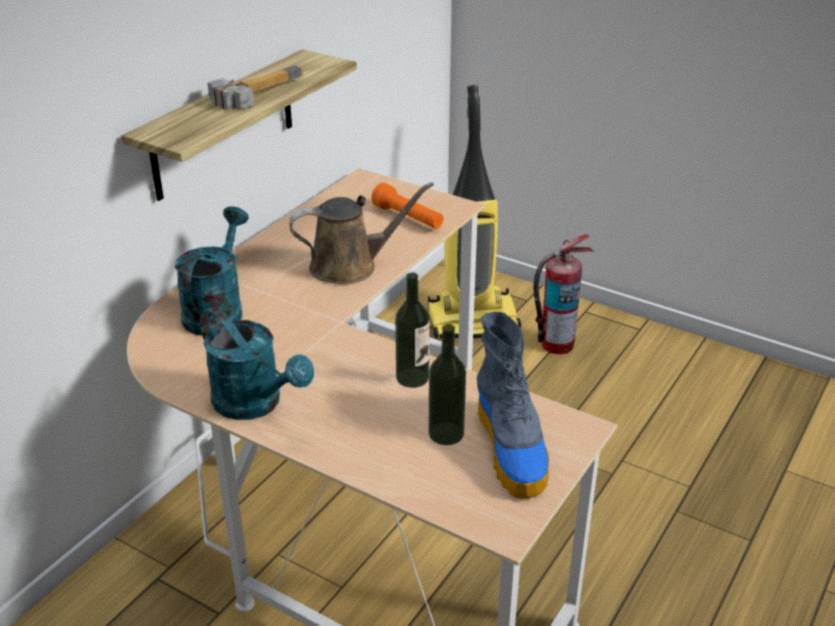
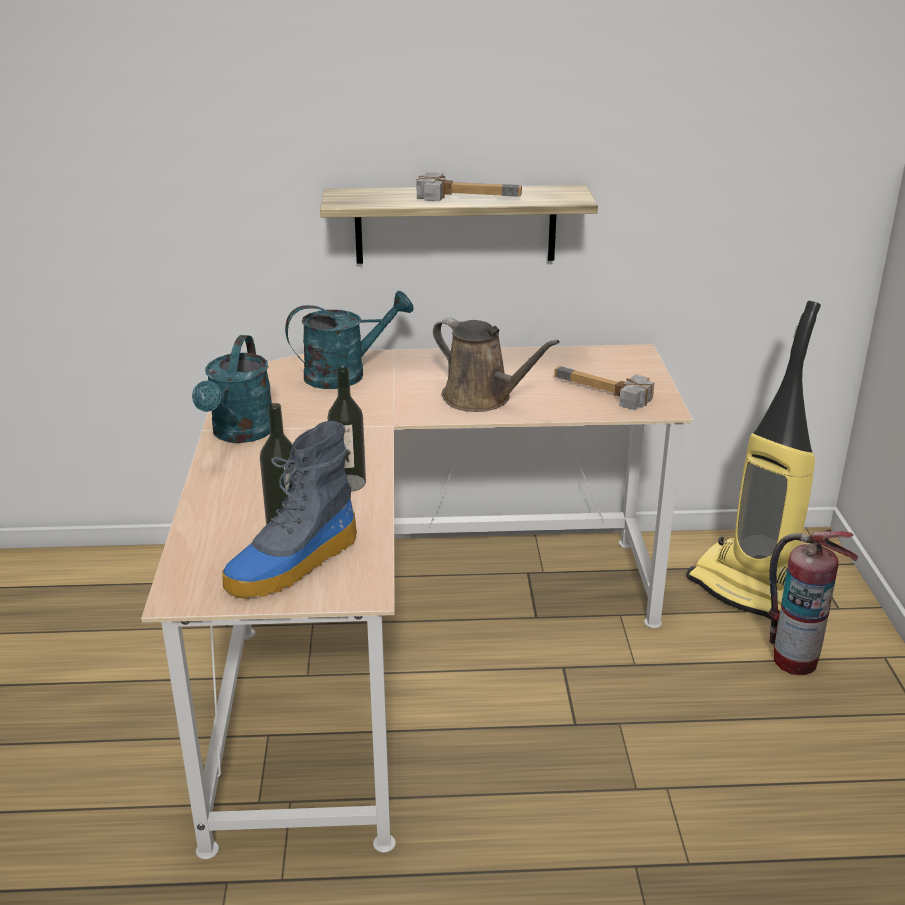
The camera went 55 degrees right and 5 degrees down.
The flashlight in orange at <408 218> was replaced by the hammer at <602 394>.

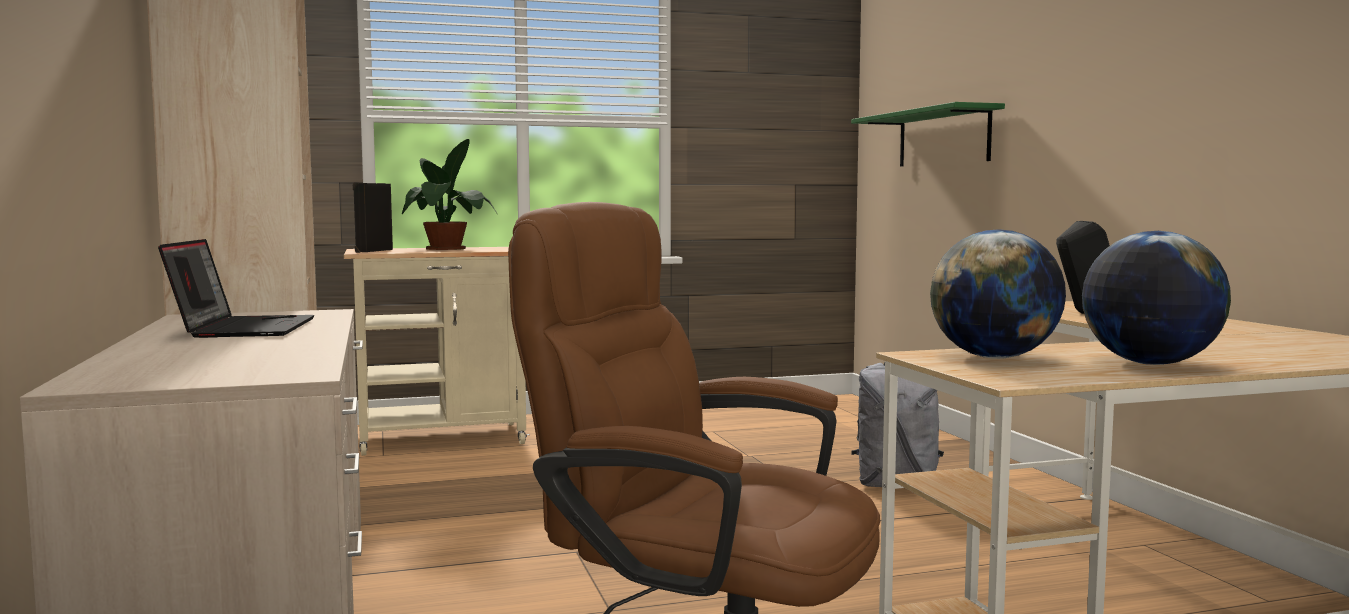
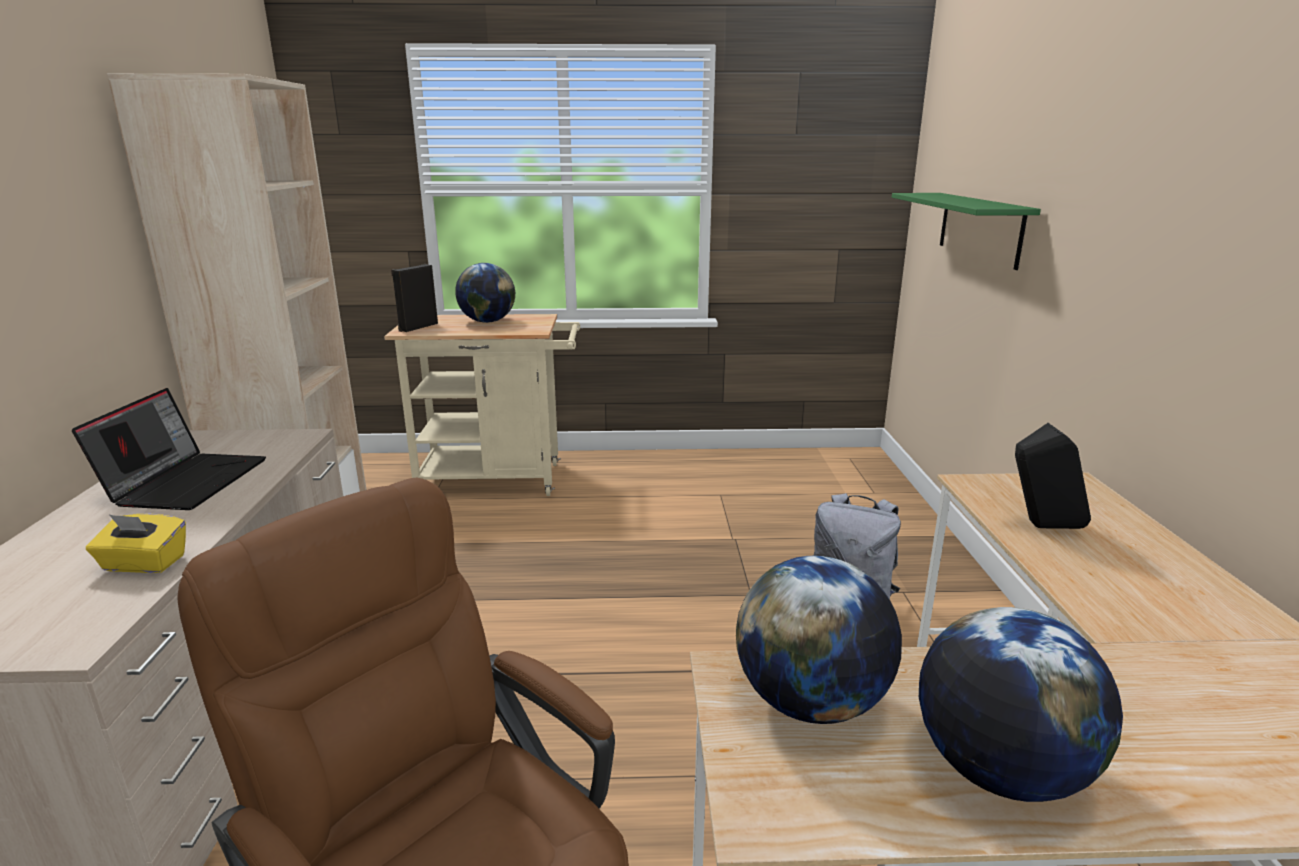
The camera went 15 degrees right and 15 degrees up.
The potted plant at <447 249> was replaced by the globe at <487 321>.
The tissue box in yellow at <144 564> appeared.

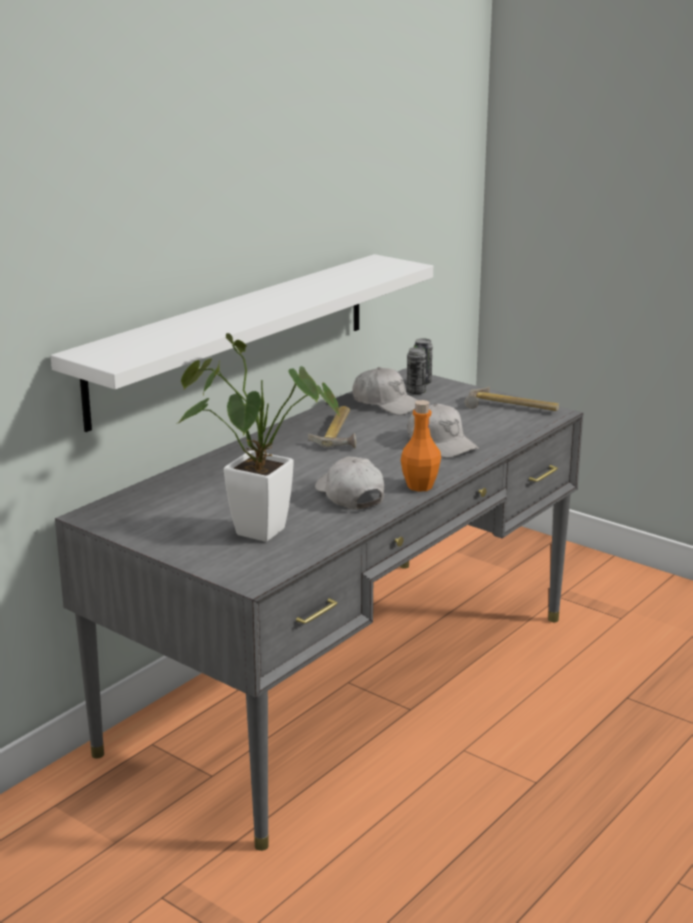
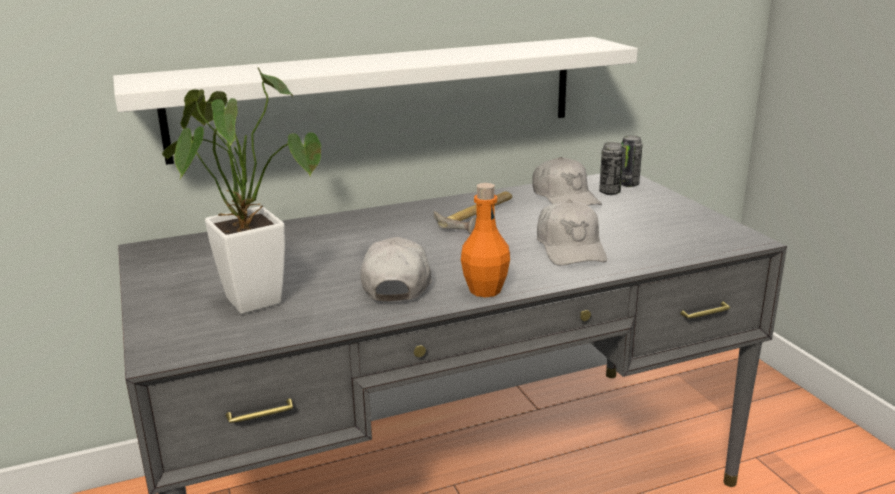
The camera went 30 degrees right and 0 degrees up.
The hammer at <511 407> disappeared.

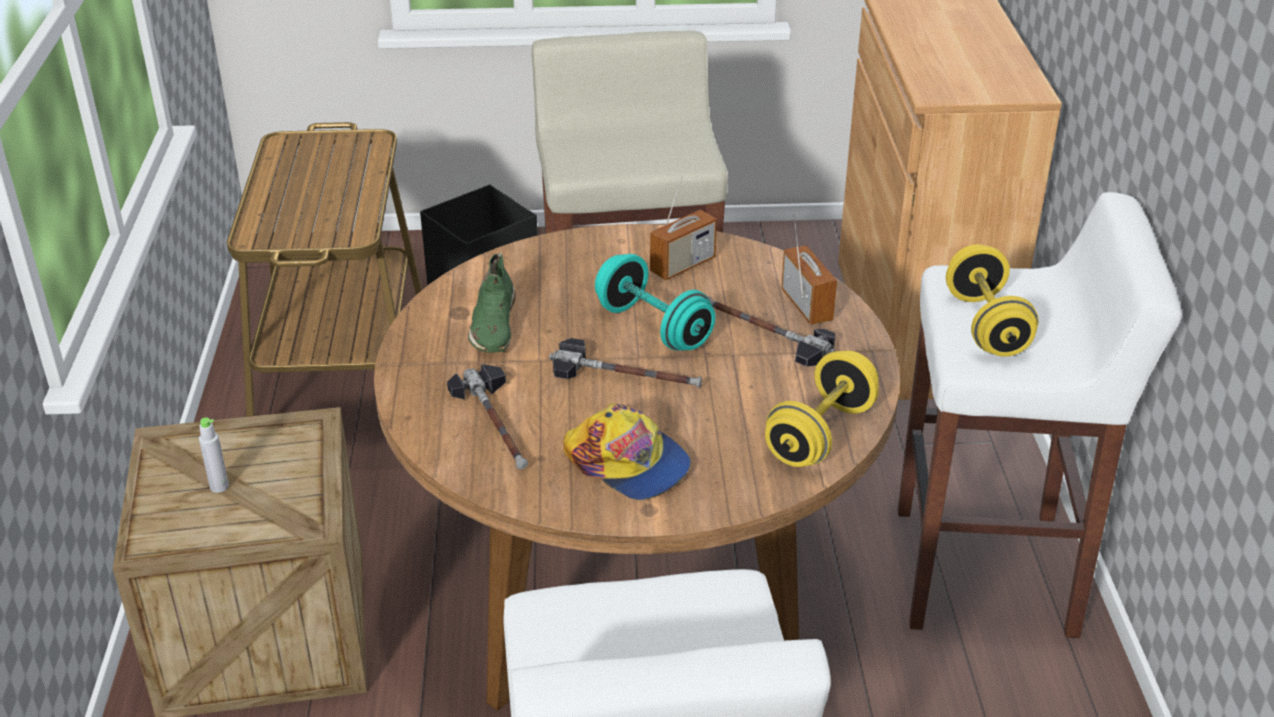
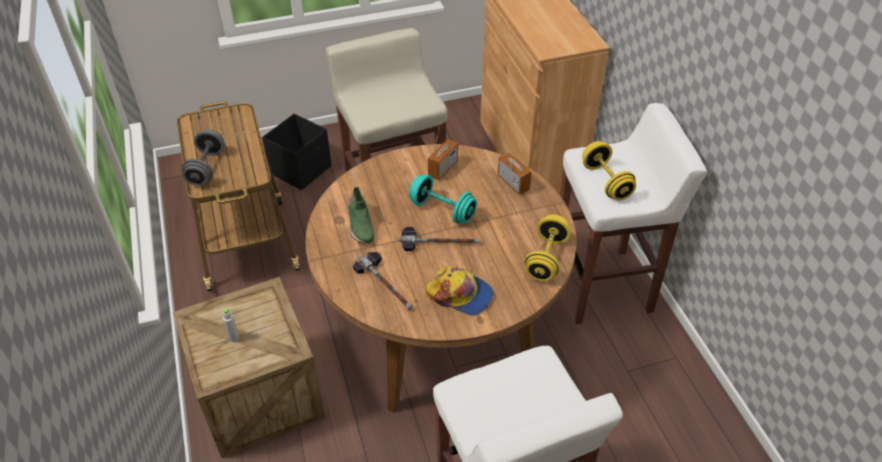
The camera went 15 degrees left and 10 degrees up.
The hammer at <766 334> disappeared.
The dumbbell in grey at <206 168> appeared.

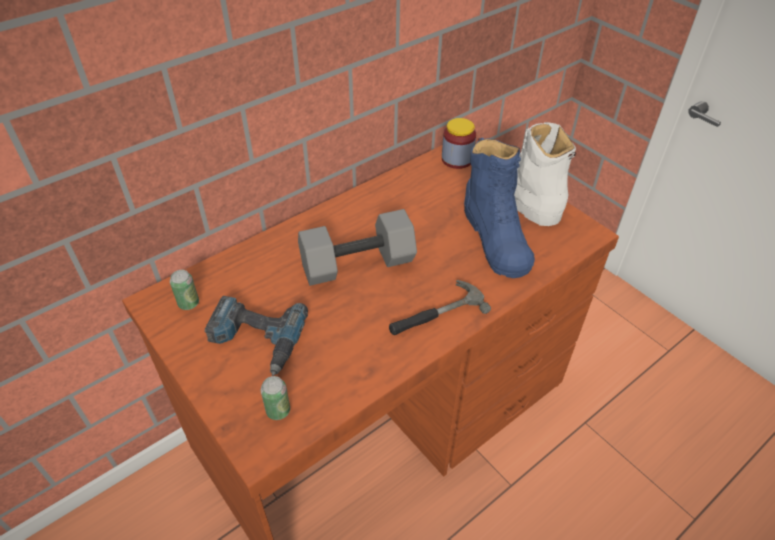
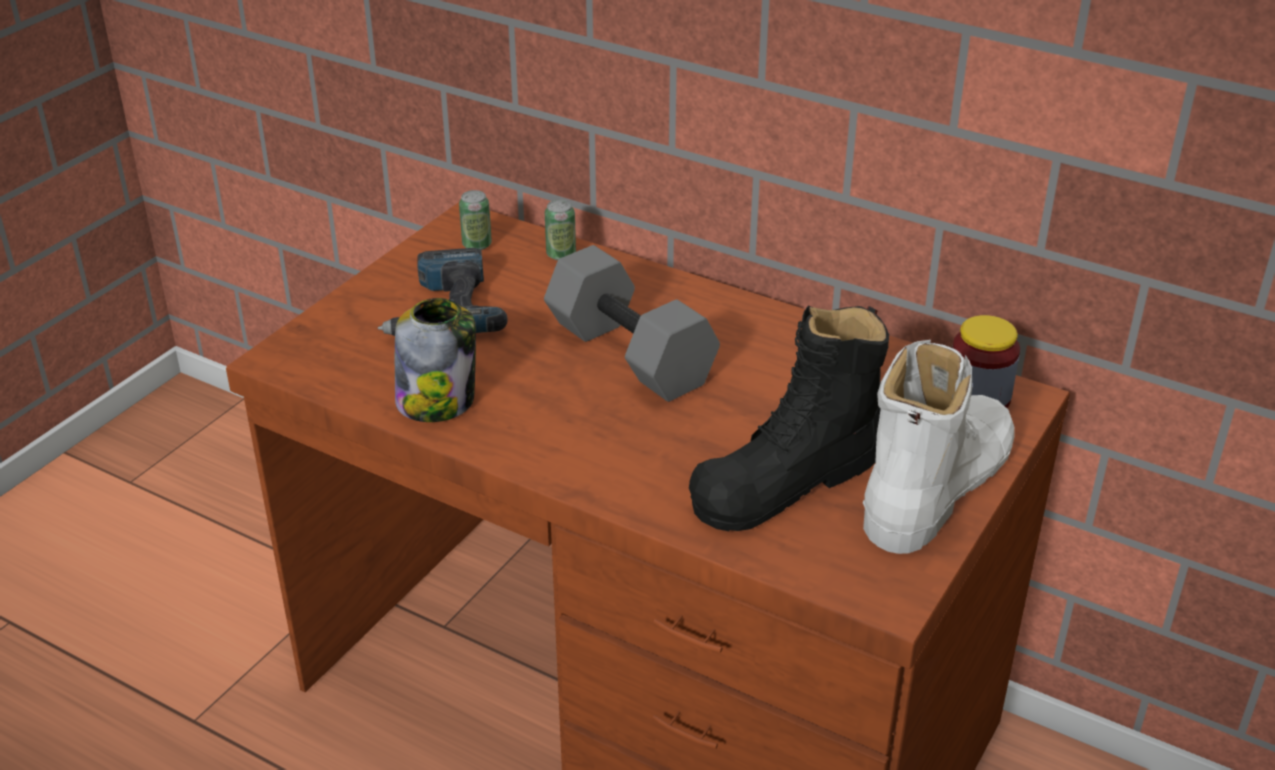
The camera went 70 degrees right and 10 degrees down.
The can moved from <278 410> to <561 254>.
The hammer at <435 313> disappeared.
The boot in blue at <495 238> became the boot in black at <788 480>.
The jar at <437 401> appeared.

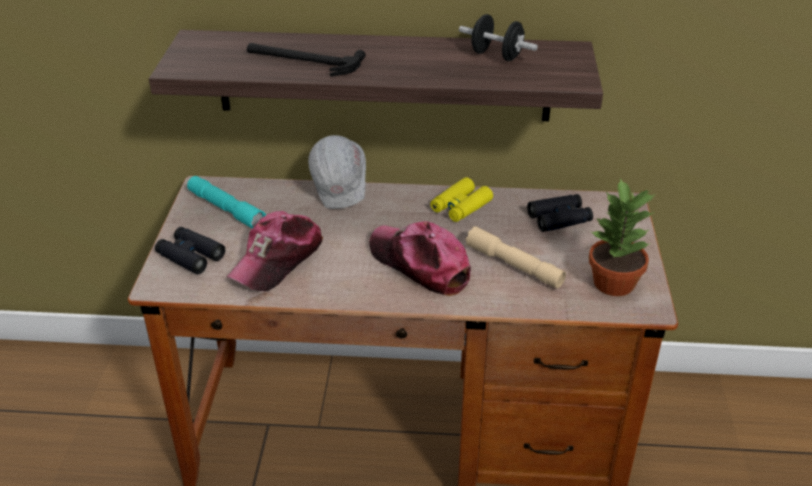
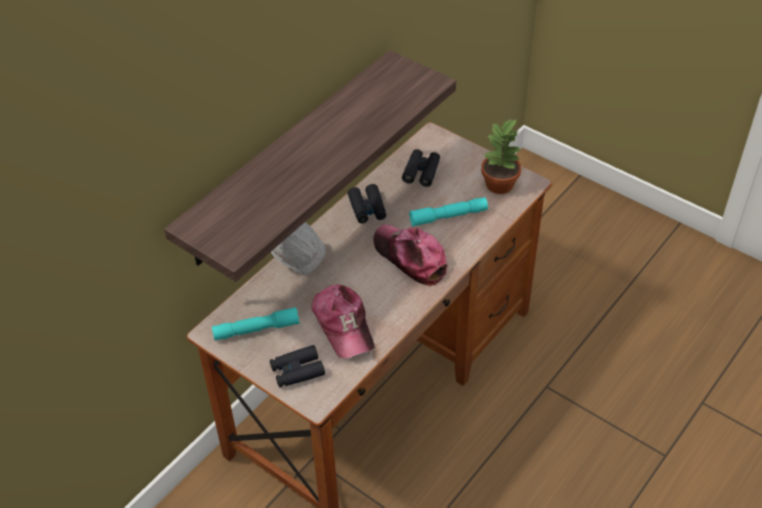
The camera went 55 degrees left and 10 degrees up.
The hammer at <302 60> disappeared.
The cap at <420 264> turned 60 degrees clockwise.
The binoculars in yellow at <460 206> became the binoculars in black at <367 208>.
The dumbbell in black at <496 56> disappeared.
The flashlight in beige at <514 265> became the flashlight in turquoise at <448 216>.

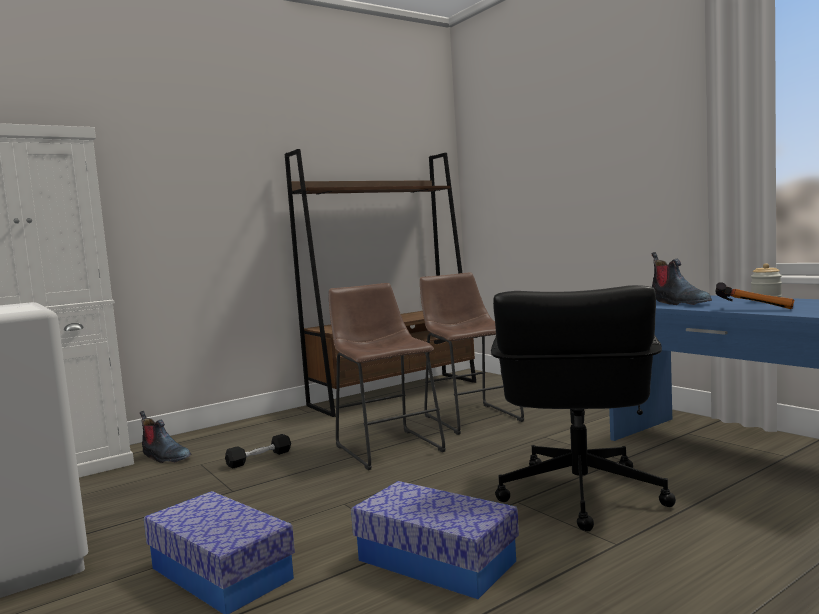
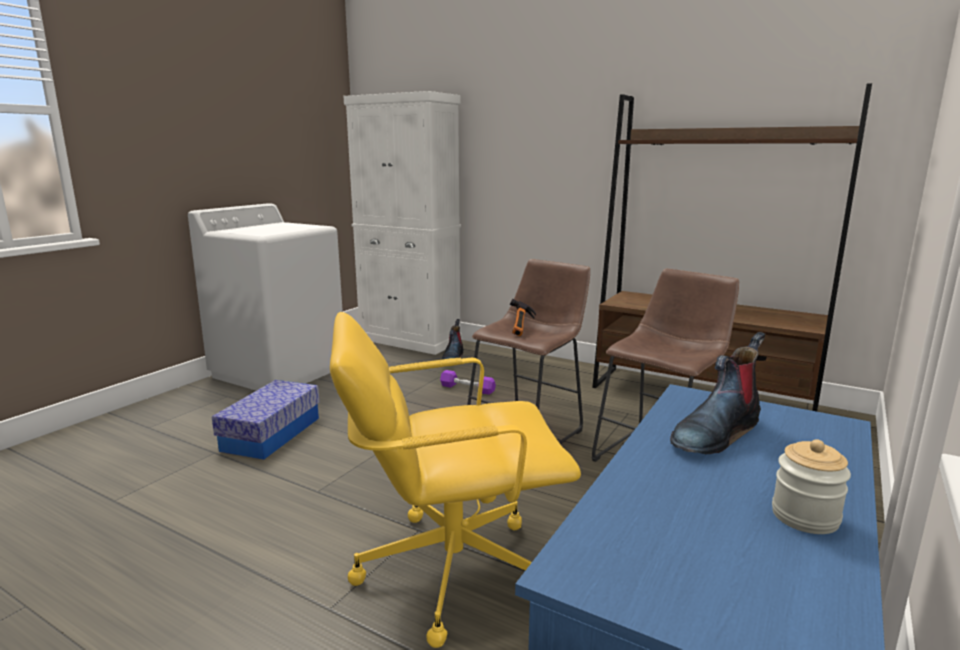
The camera went 65 degrees right and 10 degrees up.
The dumbbell in black at <259 458> became the dumbbell in purple at <467 389>.
The storage box at <435 561> disappeared.
The office chair in black at <579 495> became the office chair in yellow at <450 569>.
The hammer moved from <753 308> to <523 328>.

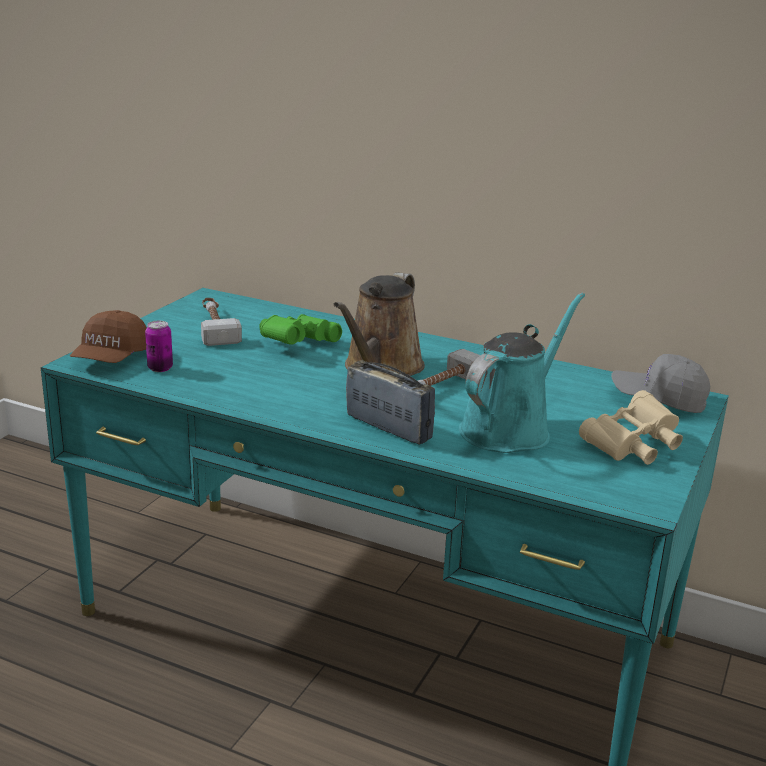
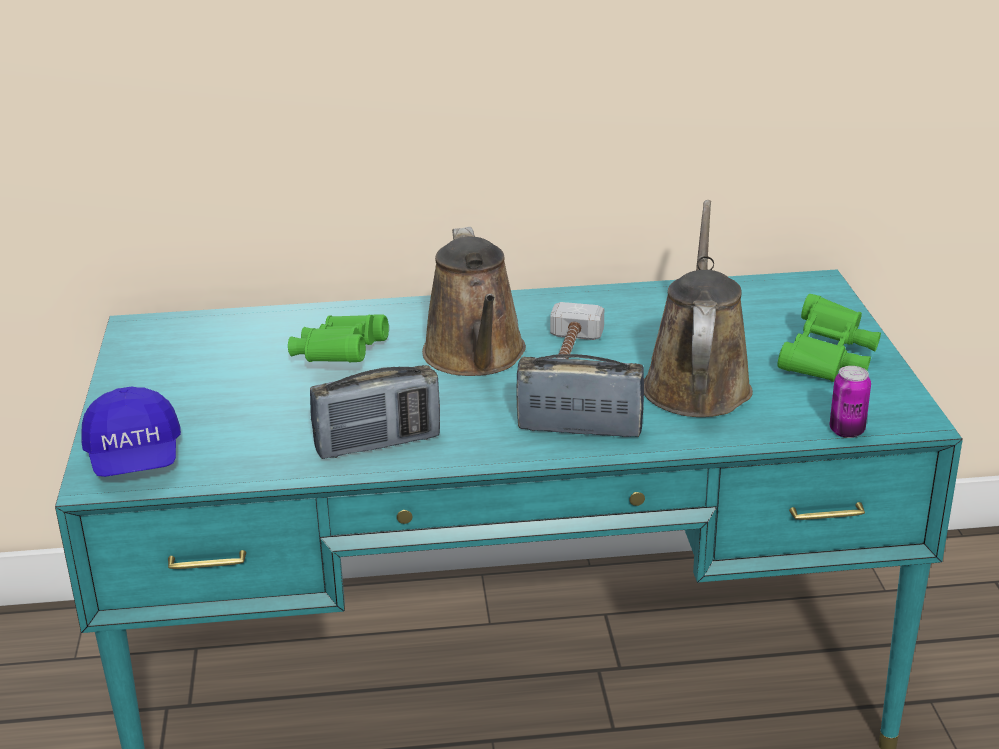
The camera went 30 degrees left and 5 degrees up.
The cap in brown at <111 358> became the cap in blue at <135 459>.
The can moved from <160 368> to <846 431>.
The hammer at <215 326> disappeared.
The watering can in turquoise at <510 429> became the watering can in brown at <697 383>.
The binoculars in beige at <633 447> became the binoculars in green at <827 361>.
The cap in grey at <658 400> disappeared.
The radio at <378 444> appeared.

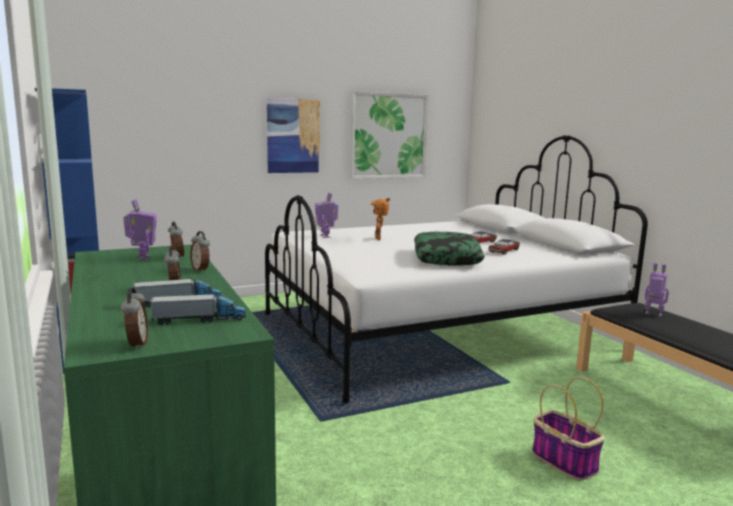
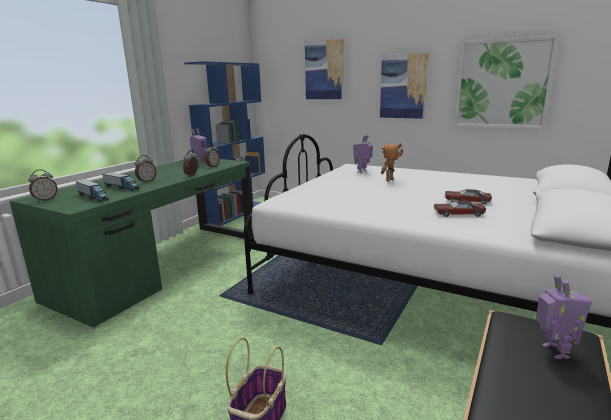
The camera went 55 degrees right and 5 degrees up.
The pillow at <446 258> disappeared.
The picture at <324 70> appeared.

